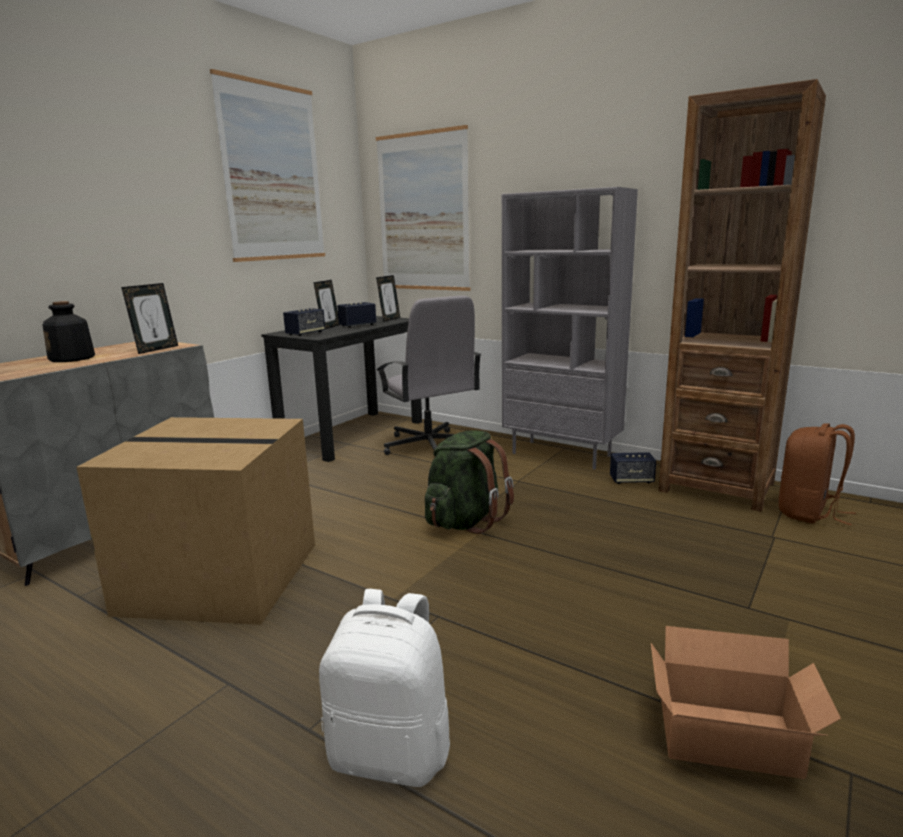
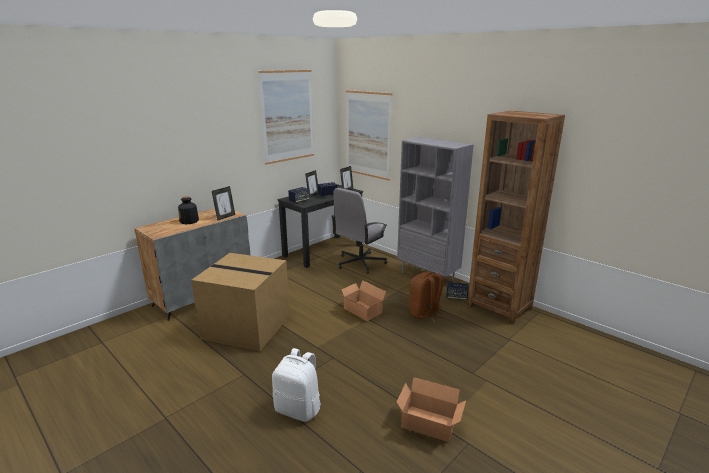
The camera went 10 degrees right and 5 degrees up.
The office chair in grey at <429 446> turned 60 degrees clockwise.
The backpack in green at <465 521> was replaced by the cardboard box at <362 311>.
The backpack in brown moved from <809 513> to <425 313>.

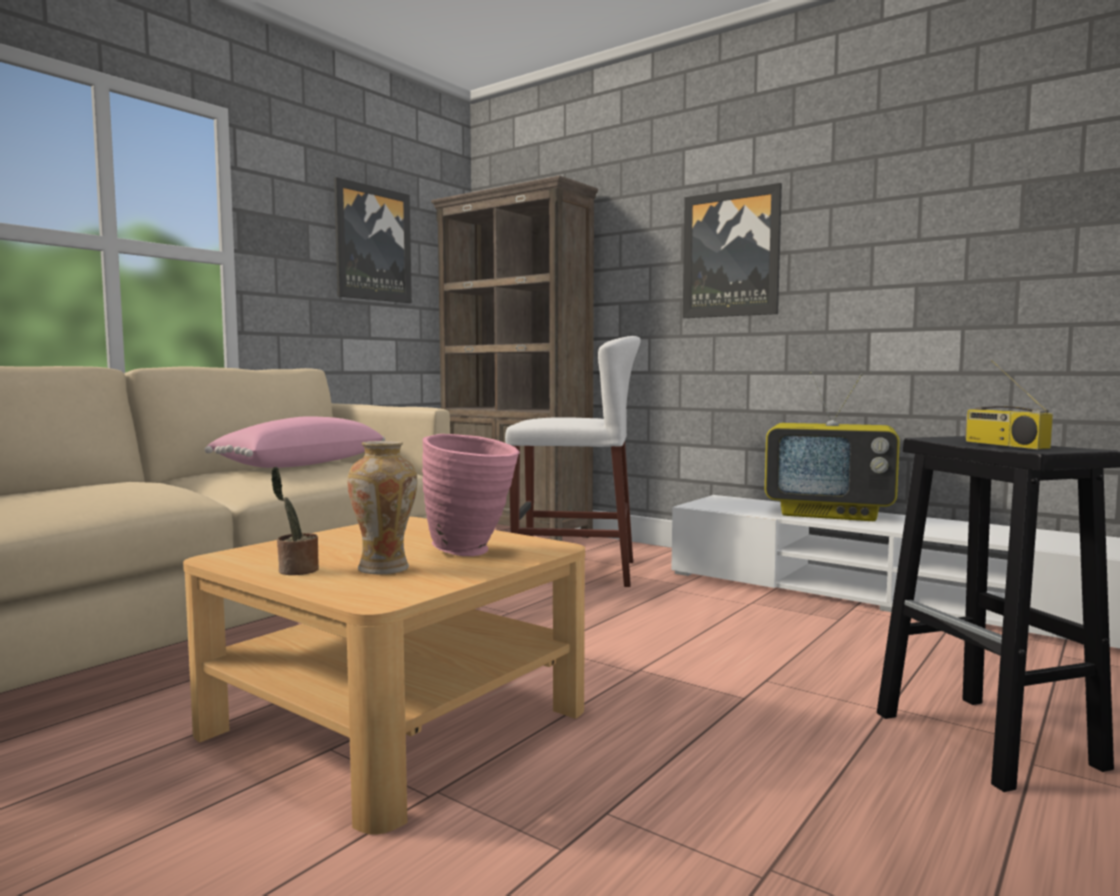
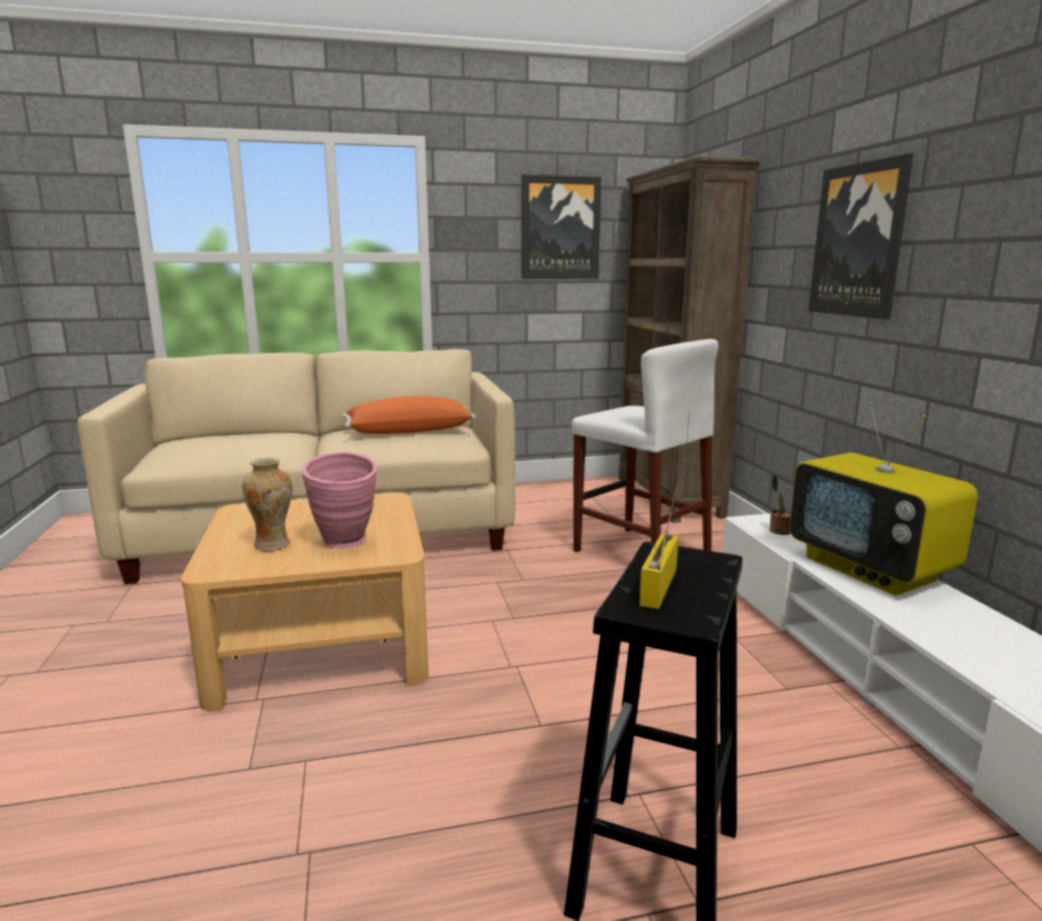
The camera went 40 degrees right and 10 degrees up.
The pillow in pink at <300 465> became the pillow in orange at <409 431>.
The potted plant moved from <296 571> to <778 531>.

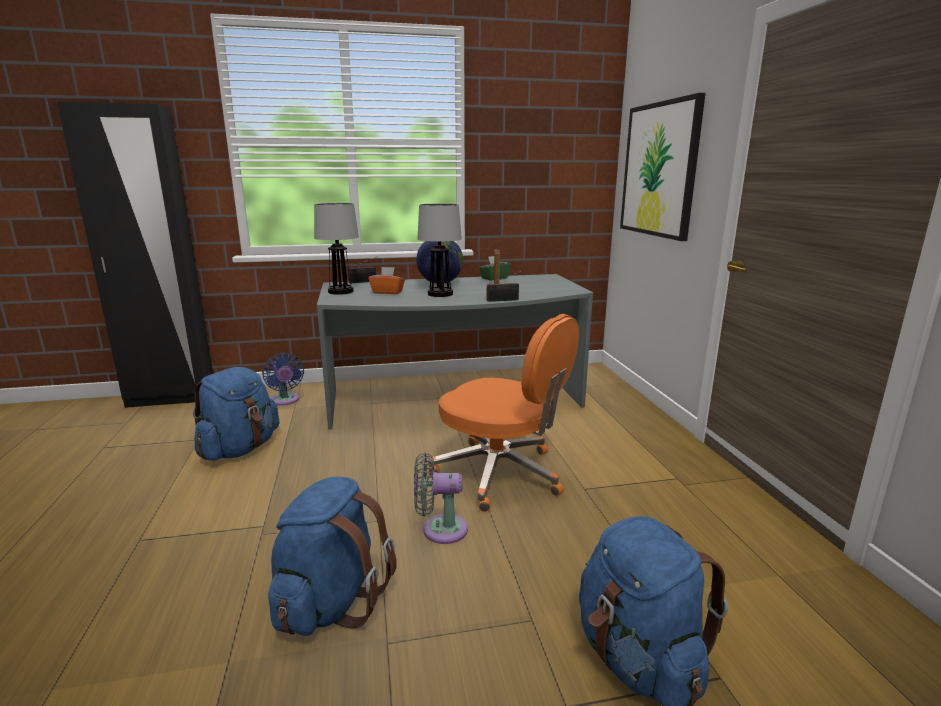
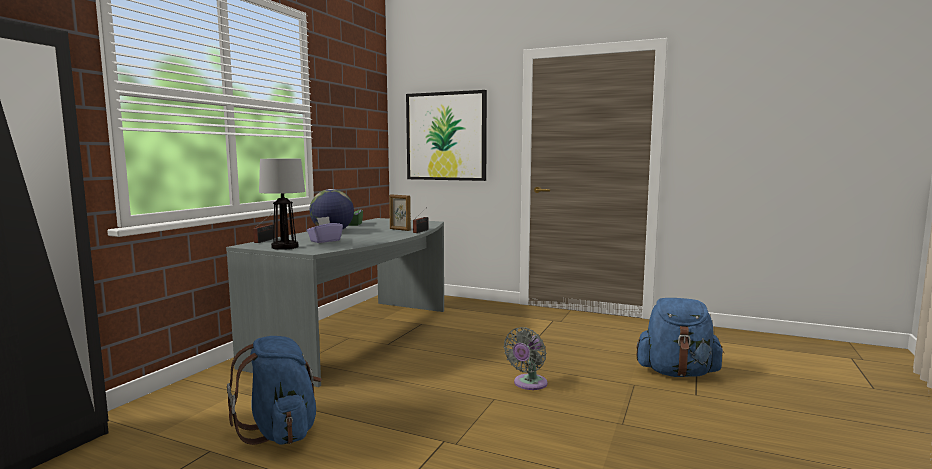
The camera went 55 degrees left and 10 degrees down.
The fan in blue at <285 401> disappeared.
The backpack in blue at <331 601> disappeared.
The tissue box in orange at <387 292> became the tissue box in purple at <325 241>.
The table lamp at <440 294> disappeared.
The office chair in orange at <501 474> disappeared.

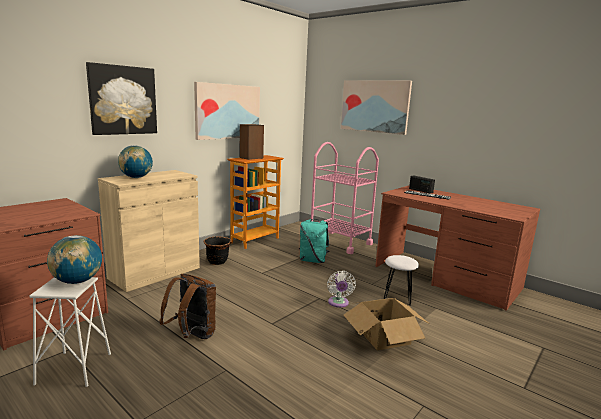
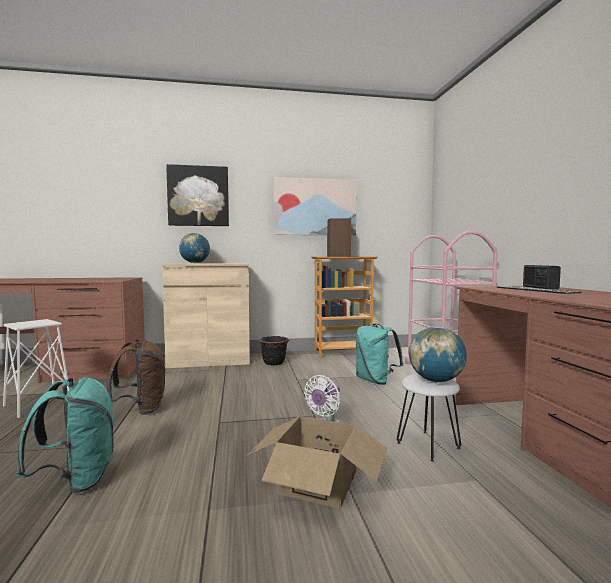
The camera went 40 degrees right and 10 degrees down.
The globe moved from <77 281> to <436 381>.
The picture at <375 106> disappeared.
The backpack in turquoise at <76 480> appeared.

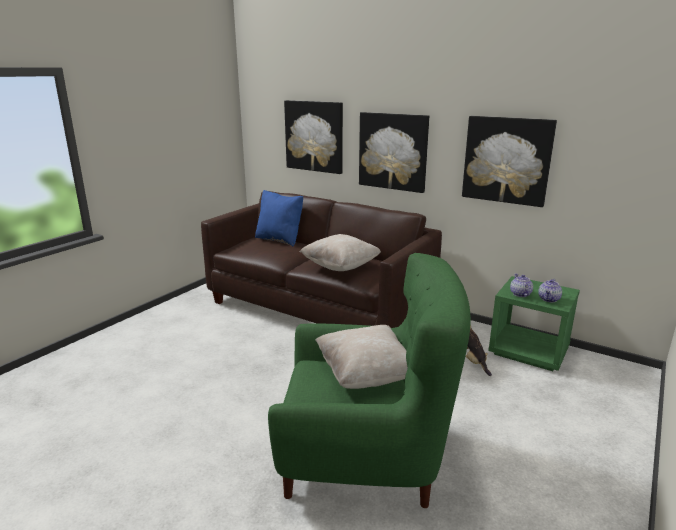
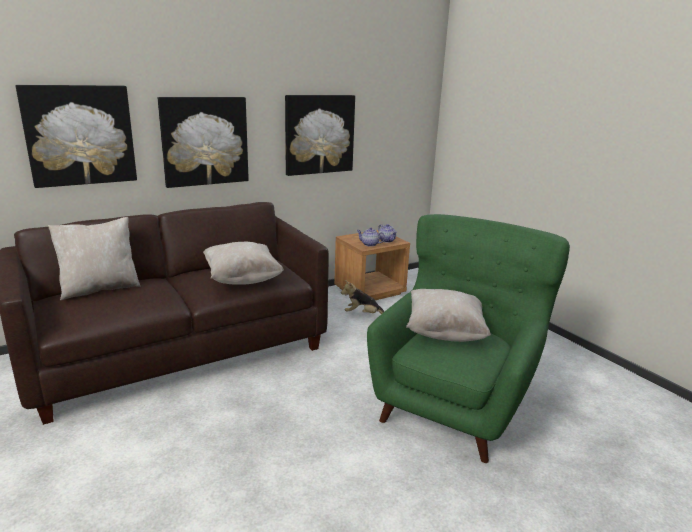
The camera went 65 degrees left and 0 degrees up.
The pillow in blue at <279 240> became the pillow in beige at <100 288>.
The nightstand in green at <529 351> became the nightstand in brown at <370 291>.

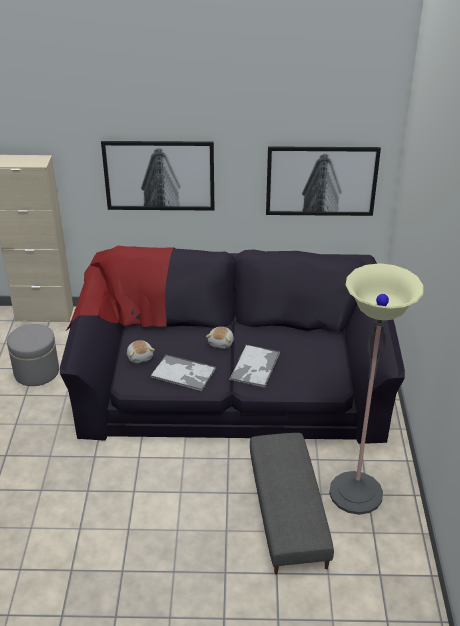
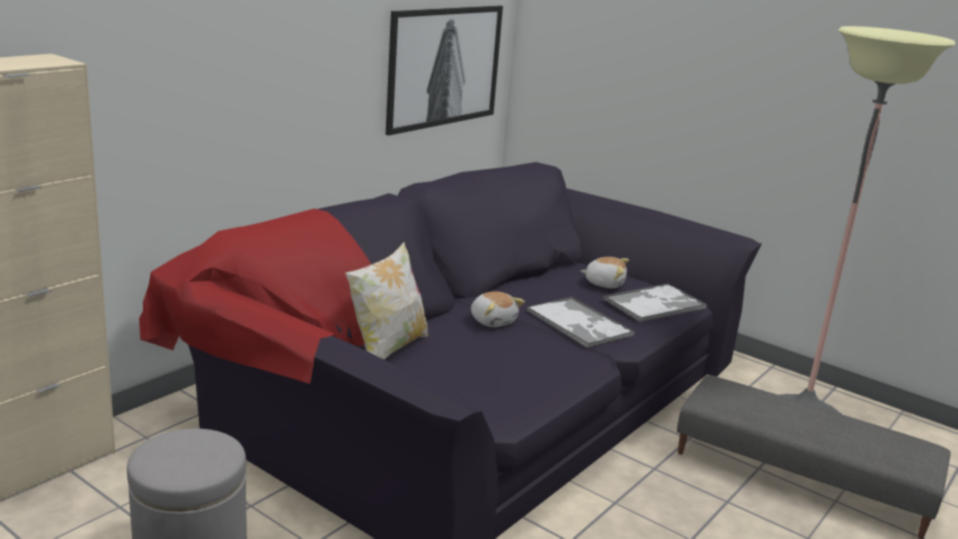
The camera went 55 degrees left and 15 degrees down.
The picture at <159 175> disappeared.
The plush toy moved from <140 357> to <604 283>.
The tray moved from <183 373> to <655 304>.
The pillow at <387 349> appeared.

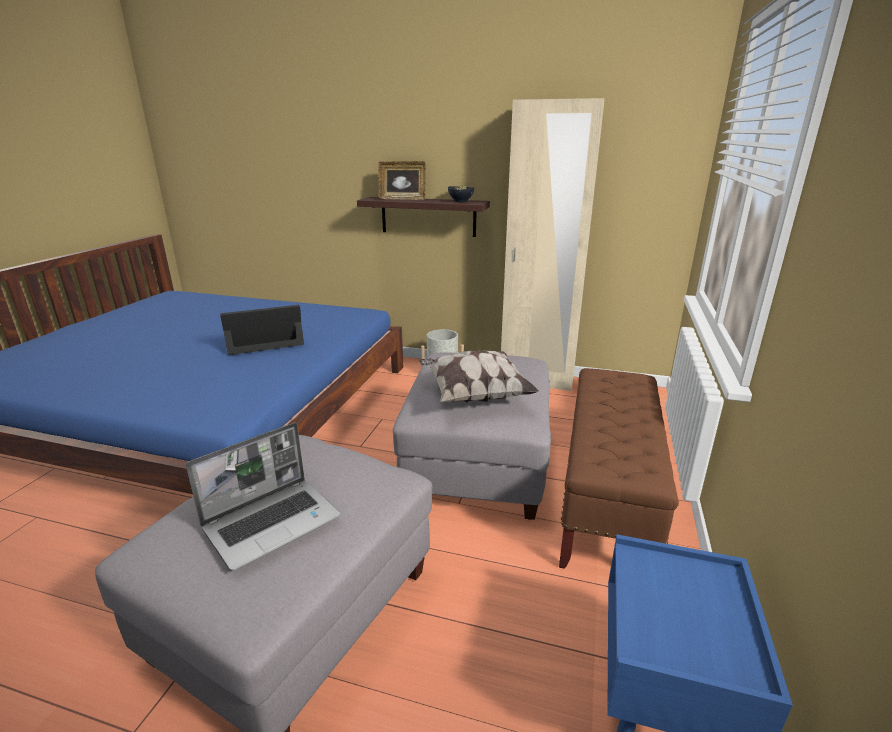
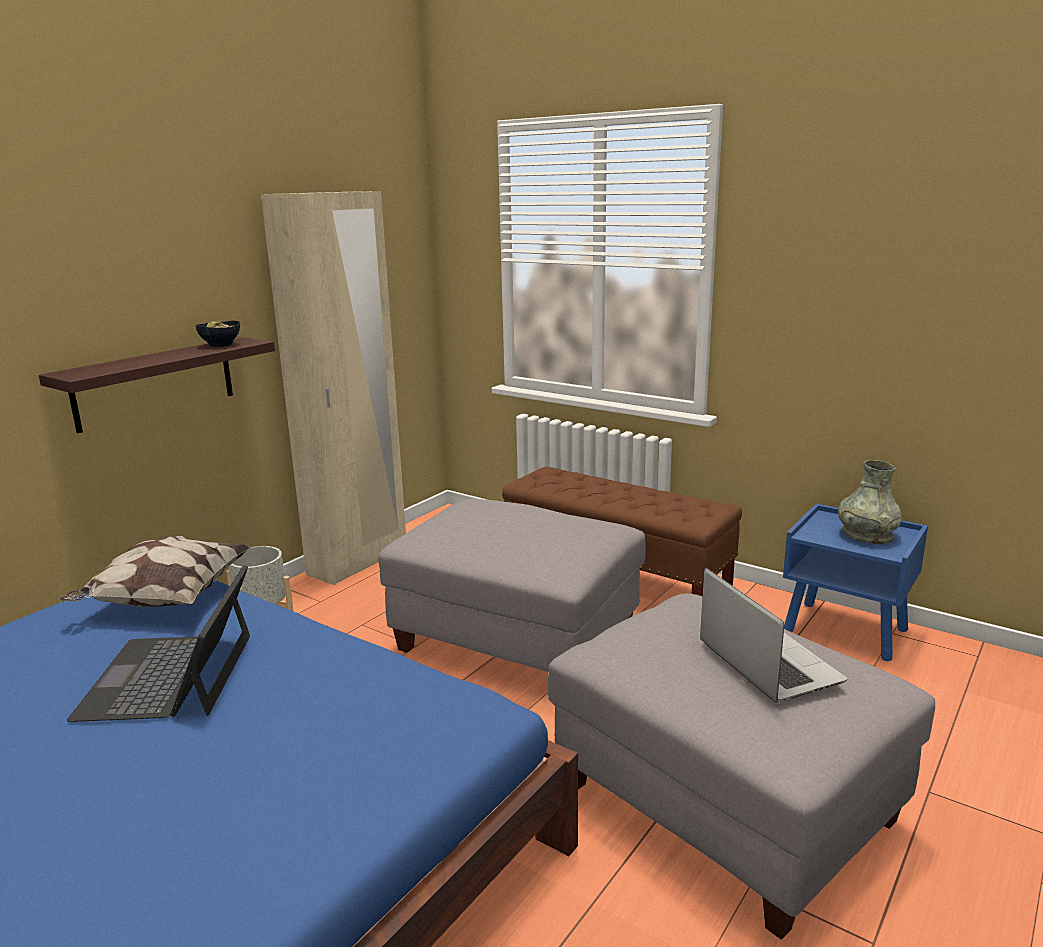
The camera went 70 degrees left and 5 degrees down.
The picture frame at <402 199> disappeared.
The pillow moved from <474 395> to <165 600>.
The vase in grey at <866 535> appeared.

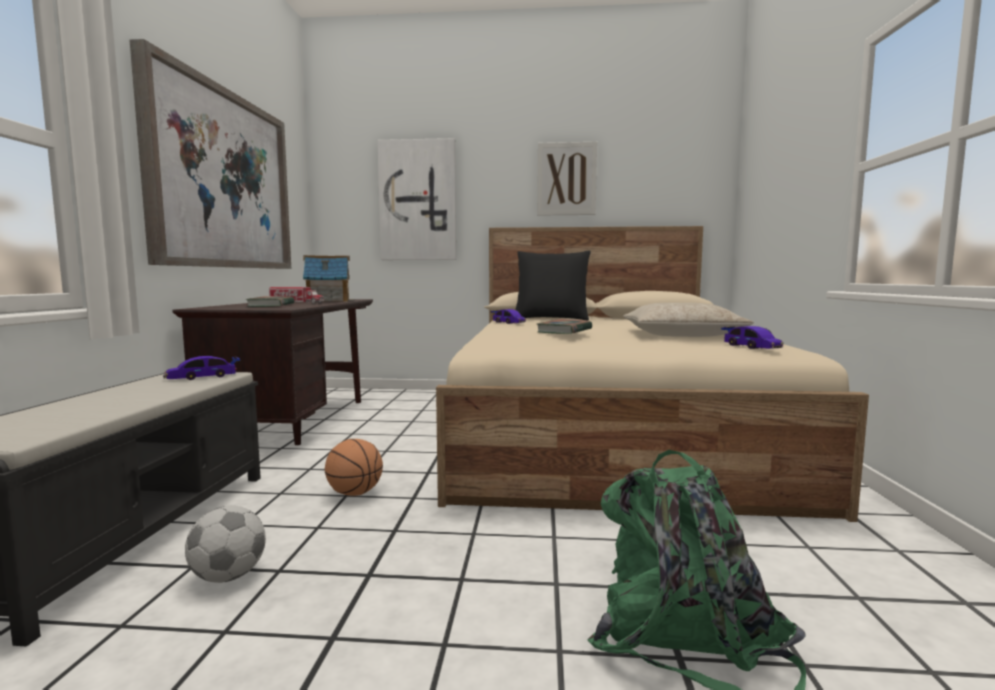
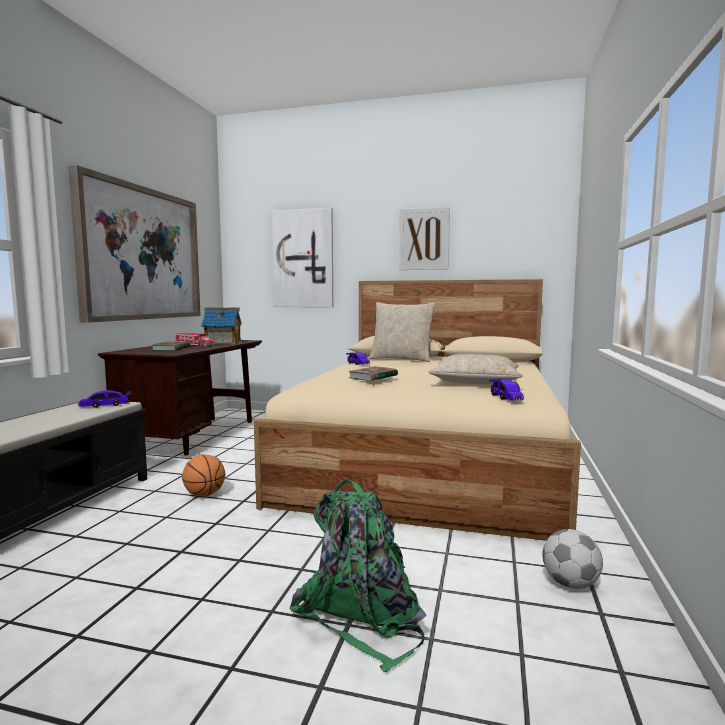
The camera went 10 degrees right and 0 degrees up.
The football moved from <228 576> to <570 584>.
The pillow in black at <551 319> became the pillow in beige at <401 359>.

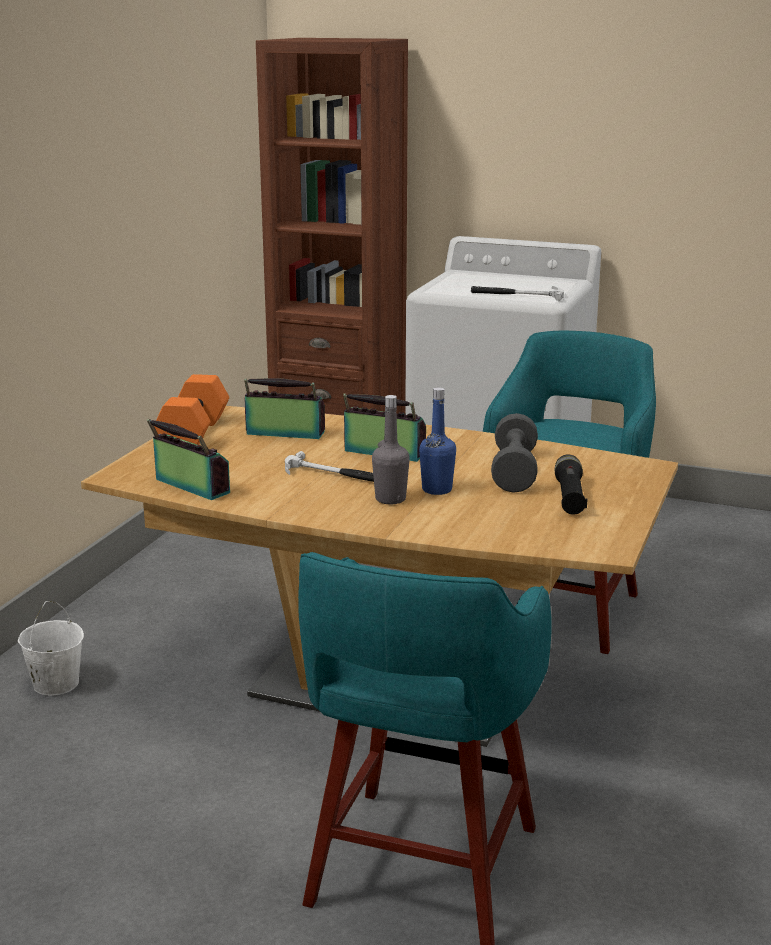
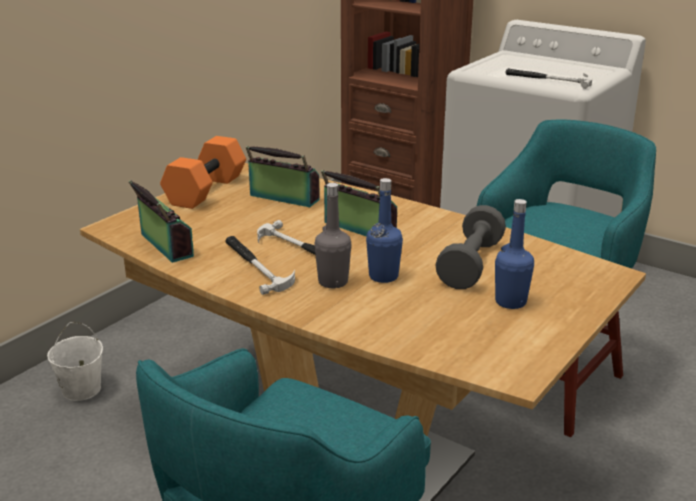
The camera went 15 degrees right and 5 degrees up.
The flashlight in black at <569 497> was replaced by the bottle in blue at <510 302>.
The hammer at <256 266> appeared.

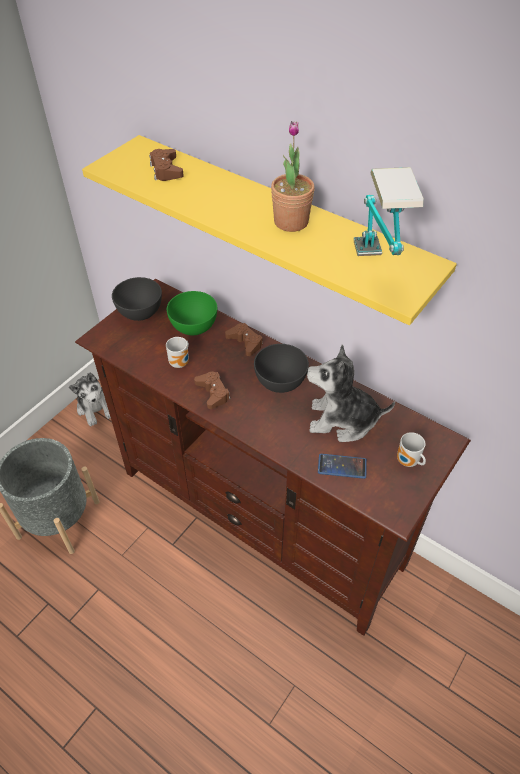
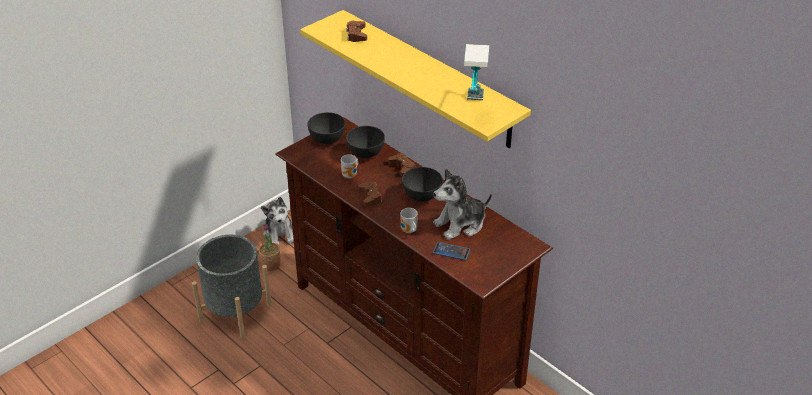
The camera went 10 degrees right and 10 degrees down.
The bowl in green at <194 327> became the bowl in grey at <366 153>.
The potted plant moved from <291 222> to <271 265>.
The plush toy at <342 420> turned 45 degrees counterclockwise.
The mug moved from <407 462> to <408 231>.

